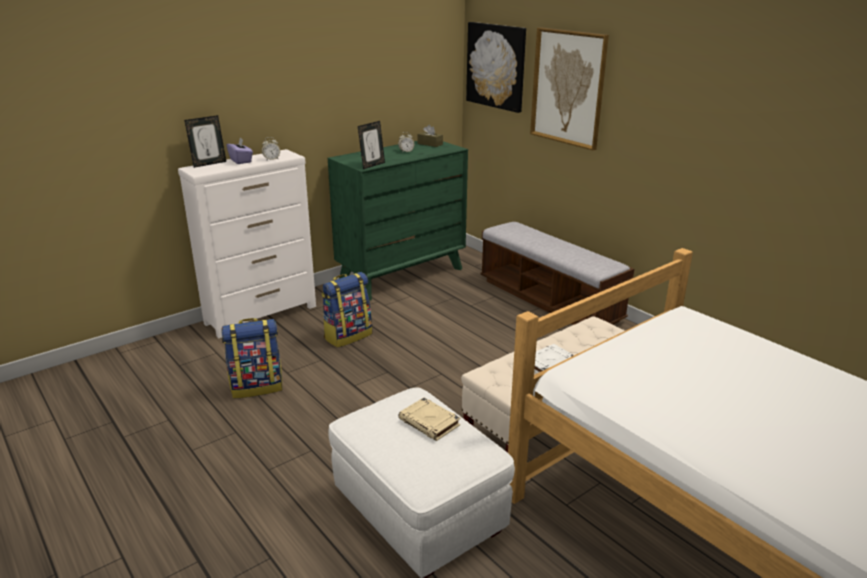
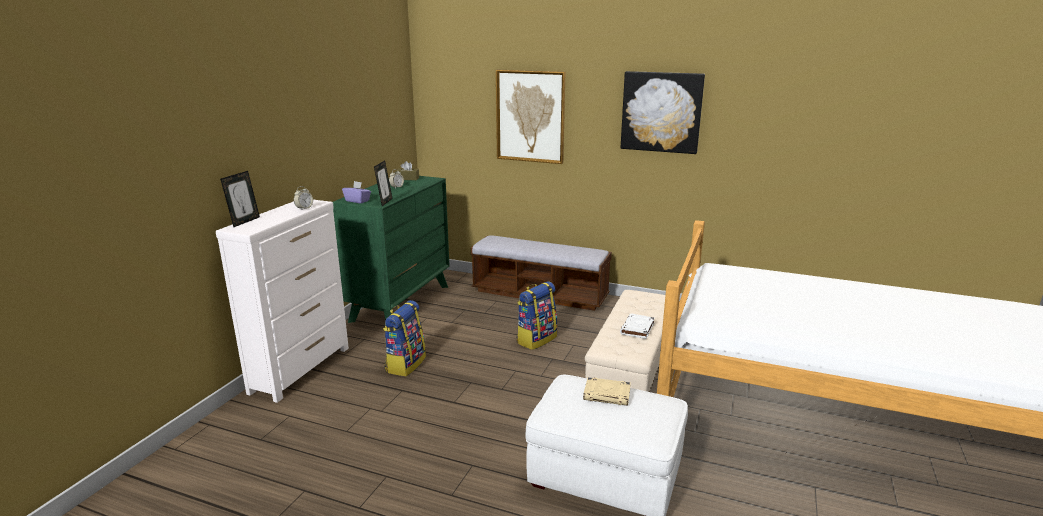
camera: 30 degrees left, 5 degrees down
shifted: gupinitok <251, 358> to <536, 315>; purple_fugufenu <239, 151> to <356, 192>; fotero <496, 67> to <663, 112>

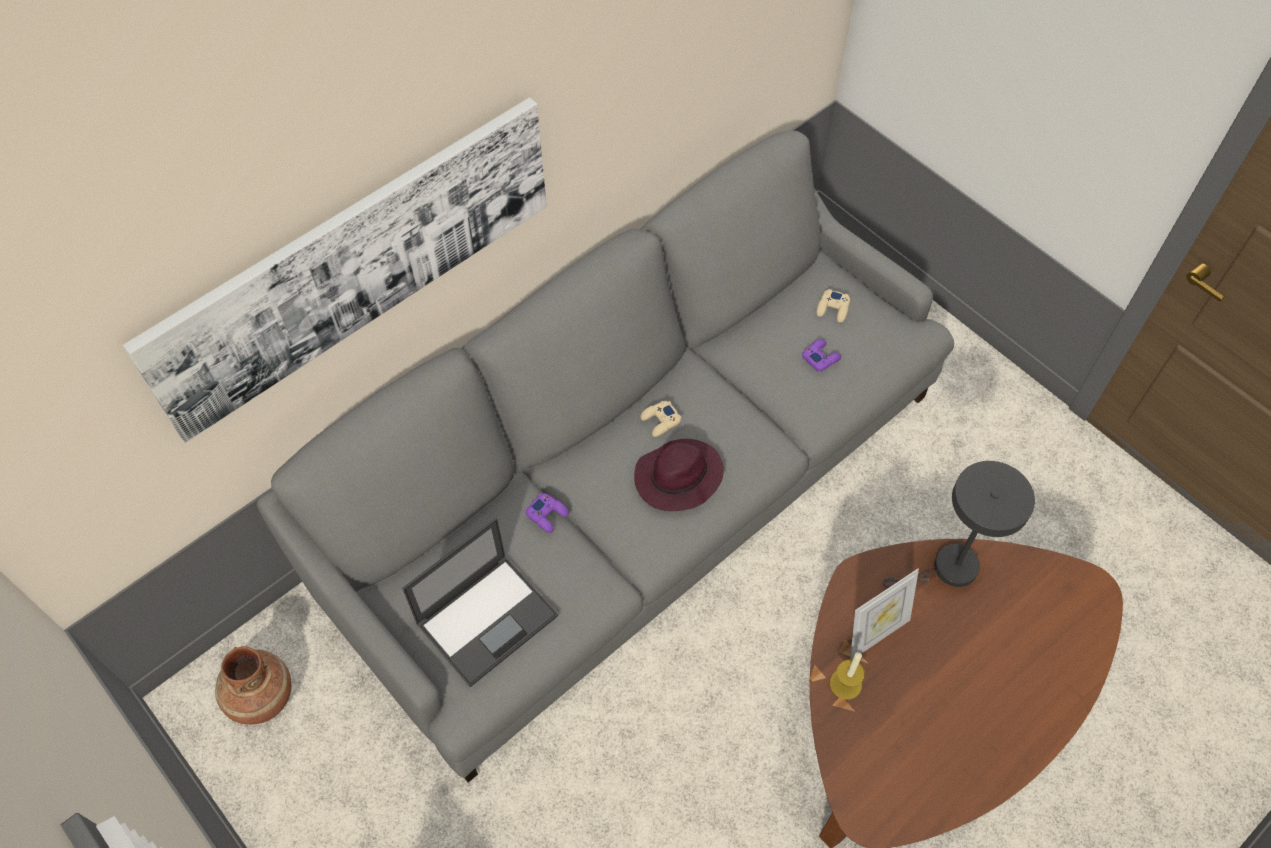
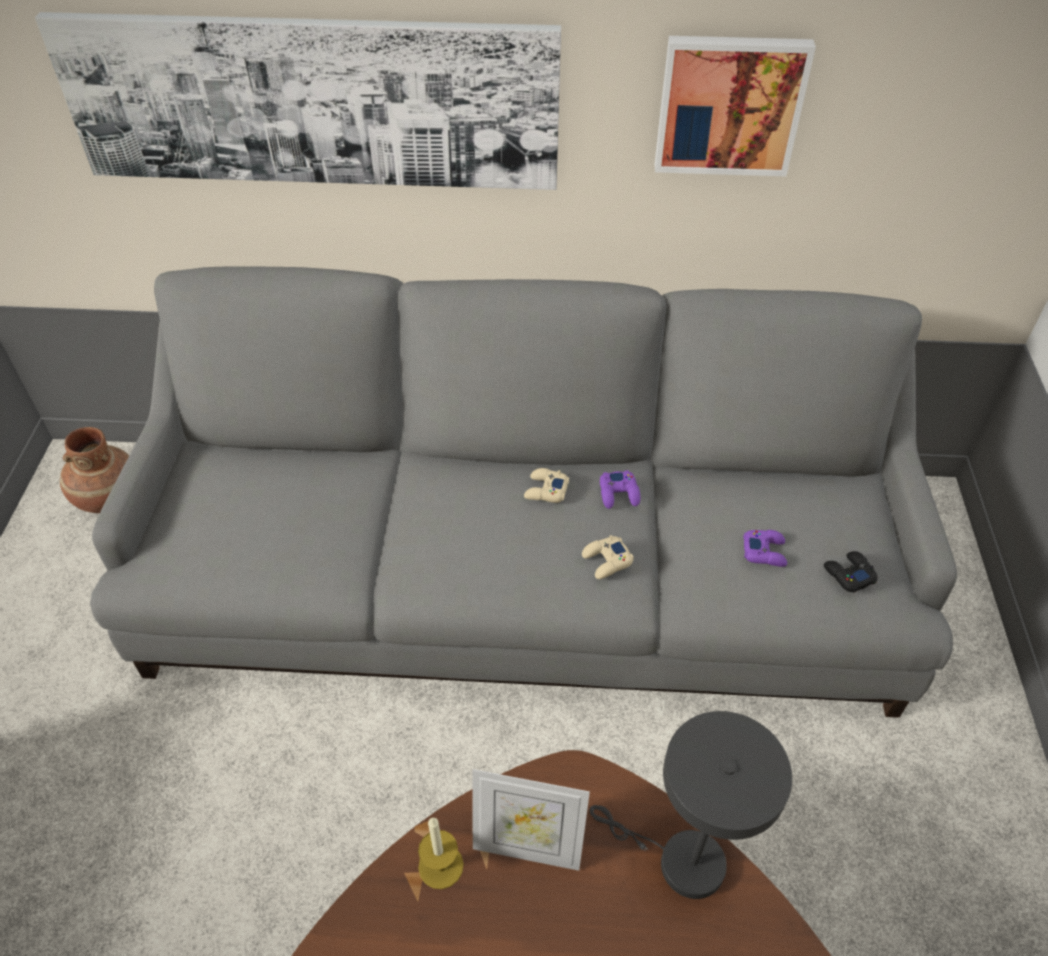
camera: 45 degrees right, 10 degrees down
gone: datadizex <480, 602>; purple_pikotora <679, 475>
new: fotero <735, 106>; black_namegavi <851, 572>
shifted: purple_namegavi <547, 513> to <620, 489>; beige_namegavi <833, 306> to <608, 557>

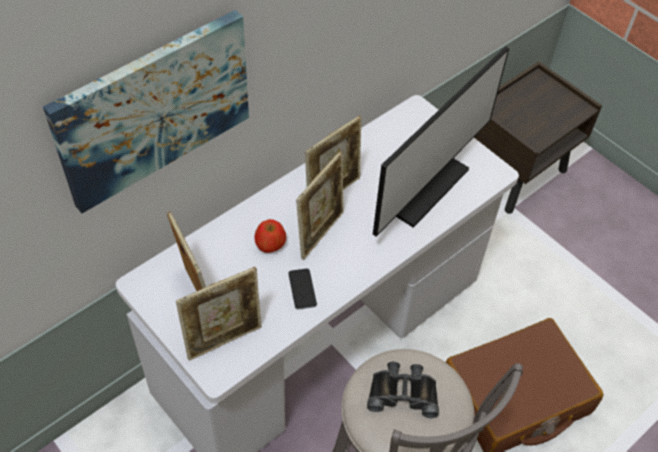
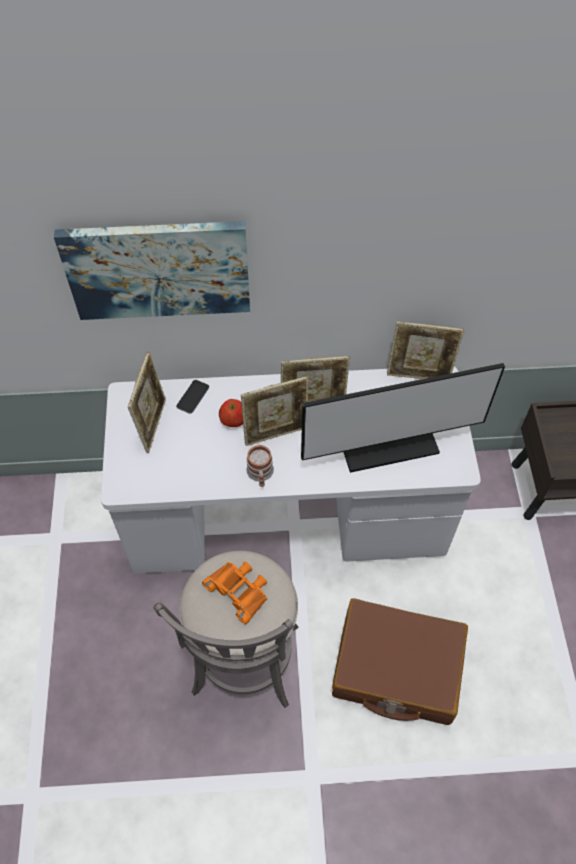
camera: 40 degrees right, 5 degrees up
new: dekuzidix <260, 466>
shifted: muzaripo <219, 314> to <425, 350>; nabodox <302, 289> to <192, 397>
repainted: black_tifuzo <403, 390> to orange_tifuzo <234, 593>

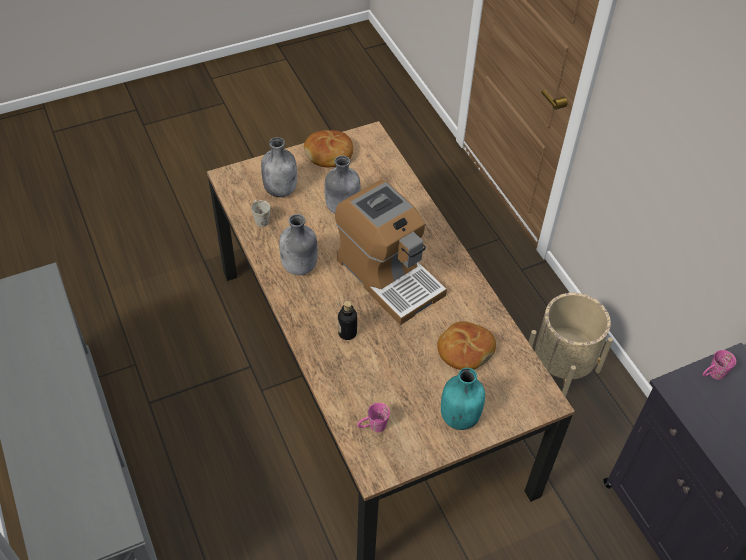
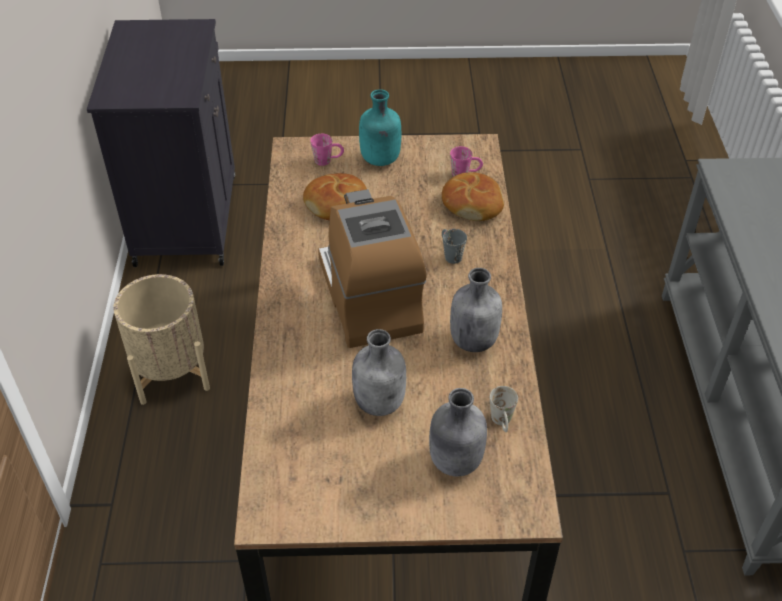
camera: 155 degrees left, 5 degrees down
shifted: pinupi <328, 148> to <473, 196>; pink_dekuzidix <719, 365> to <327, 150>
swapped: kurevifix <347, 320> to grey_dekuzidix <454, 246>

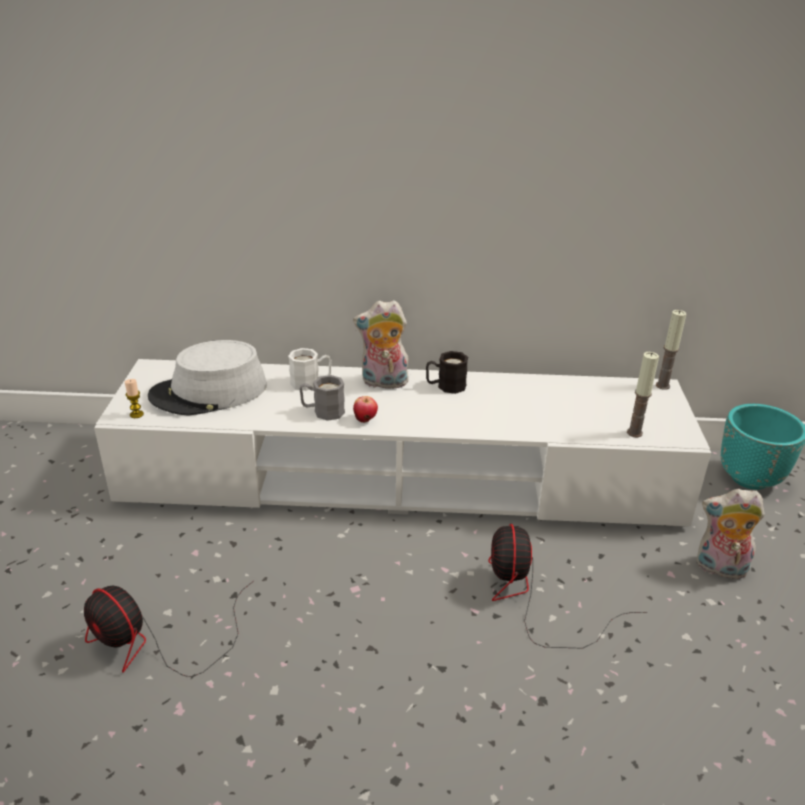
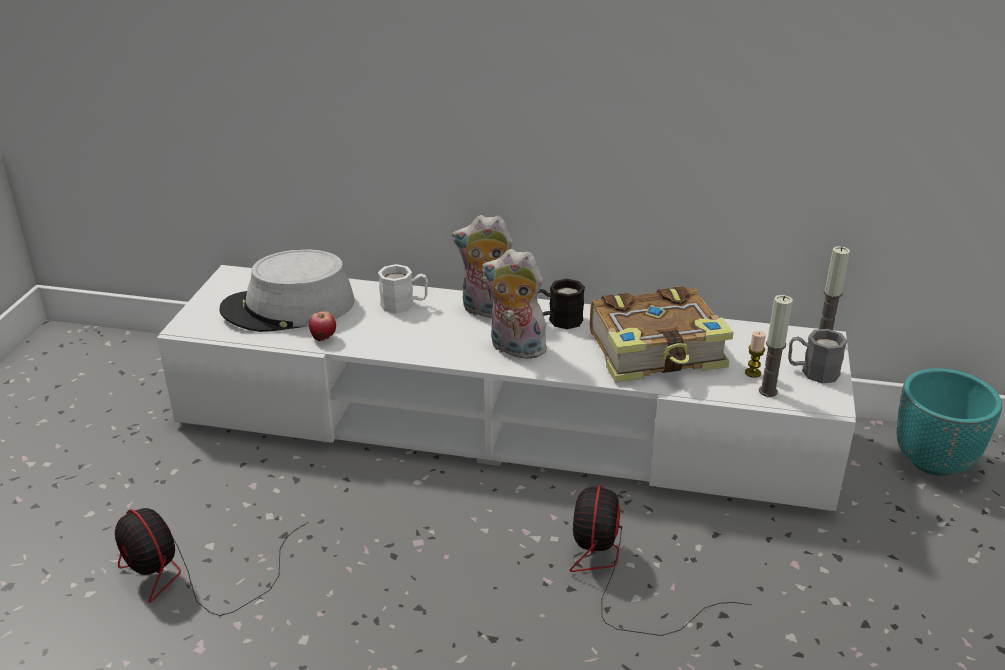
camera: 10 degrees right, 0 degrees up
new: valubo <662, 334>
shifted: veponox <134, 398> to <755, 354>; grey_dekuzidix <322, 398> to <817, 356>; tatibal <365, 409> to <322, 326>; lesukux <730, 534> to <517, 304>

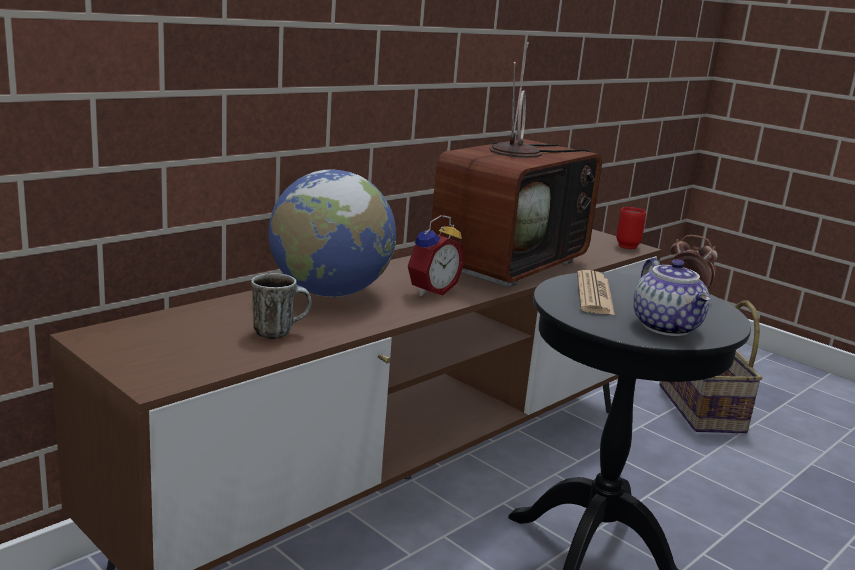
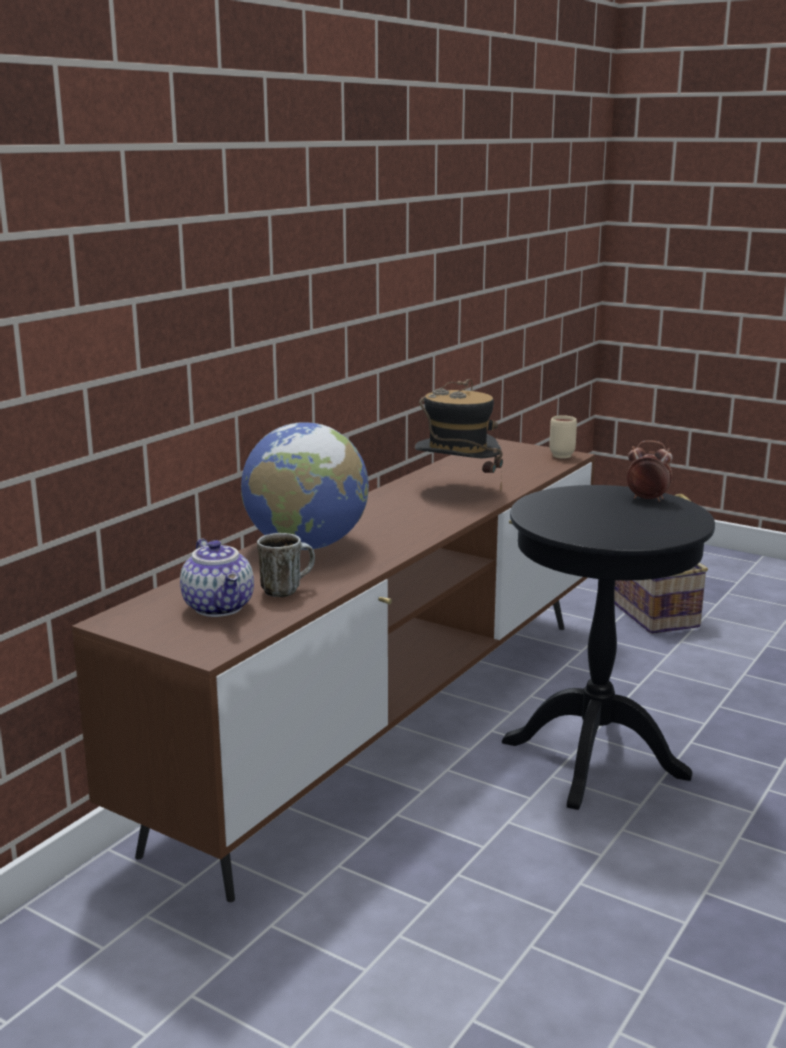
camera: 10 degrees left, 0 degrees up
gone: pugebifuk <436, 255>; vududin <596, 292>
shifted: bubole <672, 297> to <217, 578>
swapped: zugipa <516, 165> to pikotora <459, 435>
repainted: red_dekuzidix <631, 228> to beige_dekuzidix <563, 437>

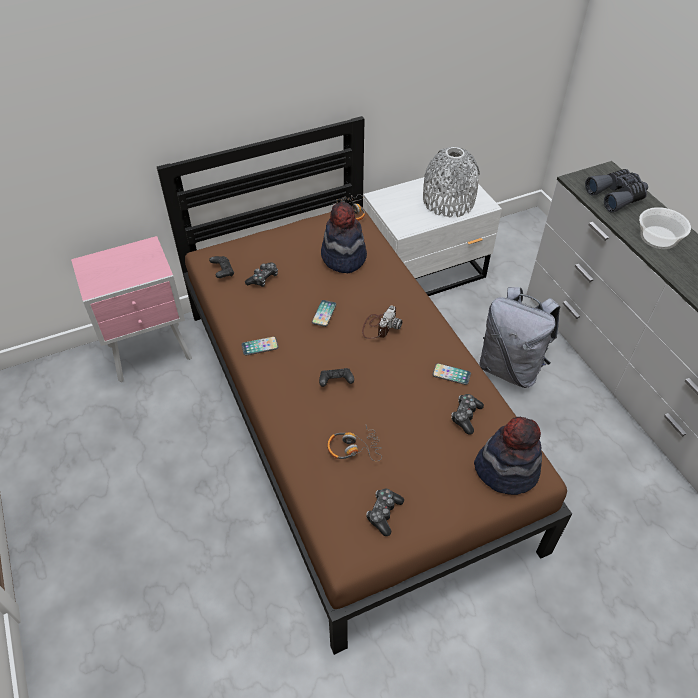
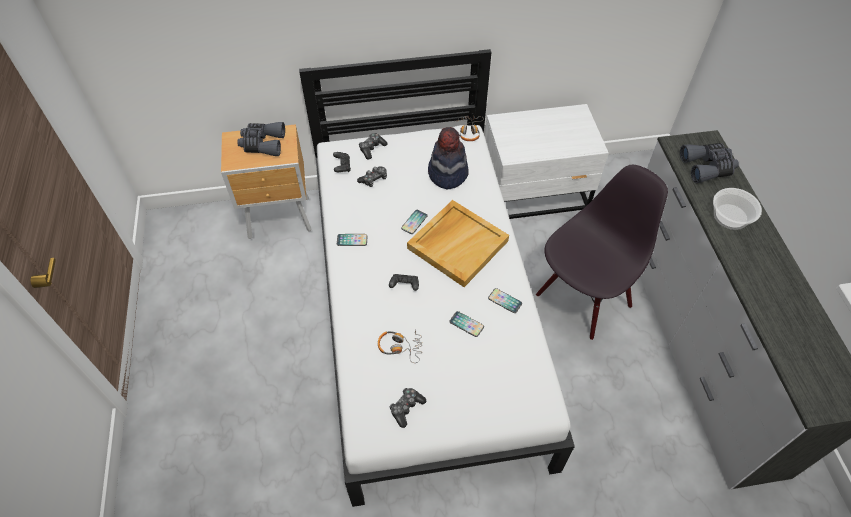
camera: 15 degrees right, 5 degrees up
gone: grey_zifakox <451, 182>; pikotora <508, 456>
new: grey_tifuzo <261, 139>; nabodox <467, 324>
shifted: namegavi <467, 414> to <373, 146>
swapped: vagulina <382, 322> to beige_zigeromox <458, 243>; grey_gupinitok <519, 337> to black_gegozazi <602, 252>
repainted: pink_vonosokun <131, 309> to brown_vonosokun <266, 181>; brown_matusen <364, 385> to white_matusen <437, 278>

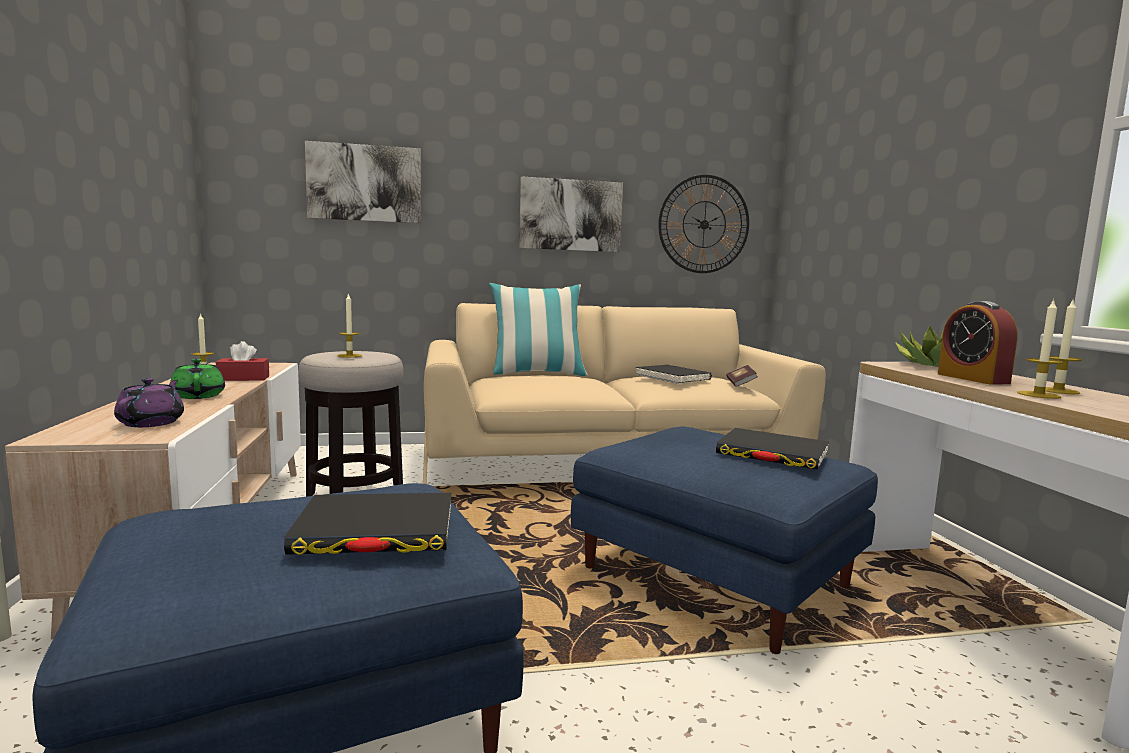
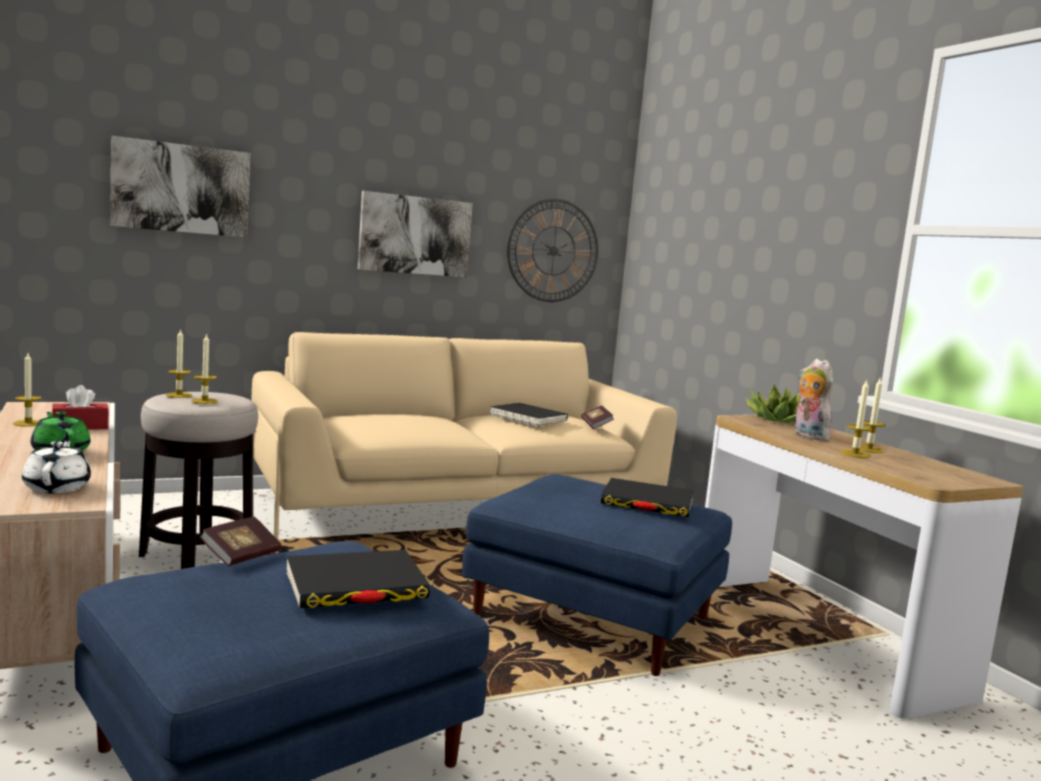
camera: 15 degrees left, 0 degrees up
gone: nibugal <538, 329>
new: veponox <179, 363>; valubo <240, 541>
swapped: pugebifuk <978, 343> to lesukux <814, 400>
repainted: purple_bubole <149, 402> to white_bubole <56, 466>

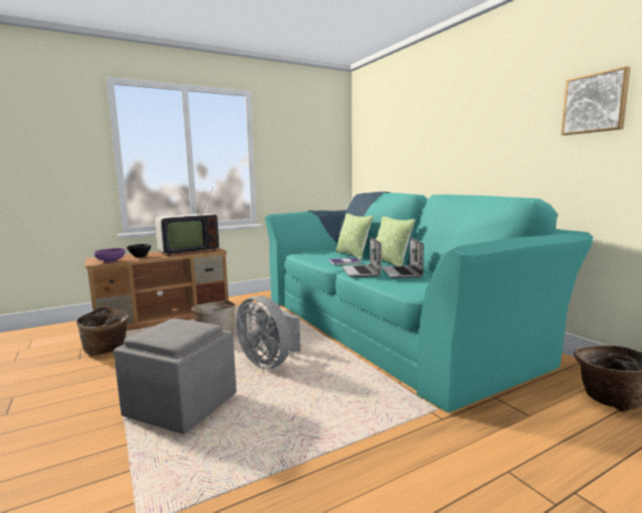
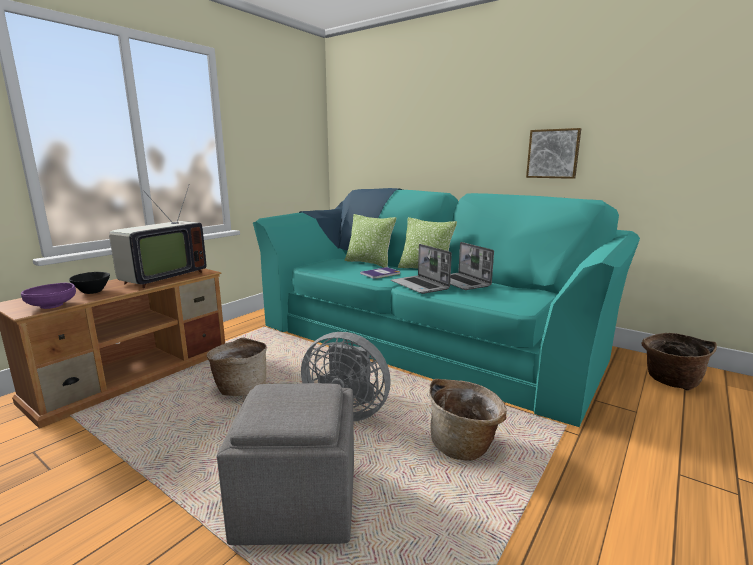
camera: 25 degrees left, 5 degrees up
shifted: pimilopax <102, 330> to <468, 420>; fotero <595, 100> to <553, 153>

